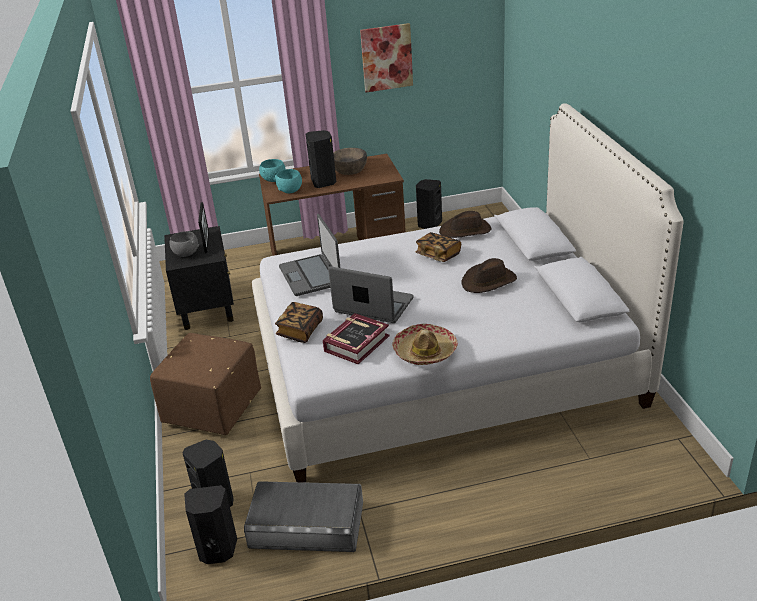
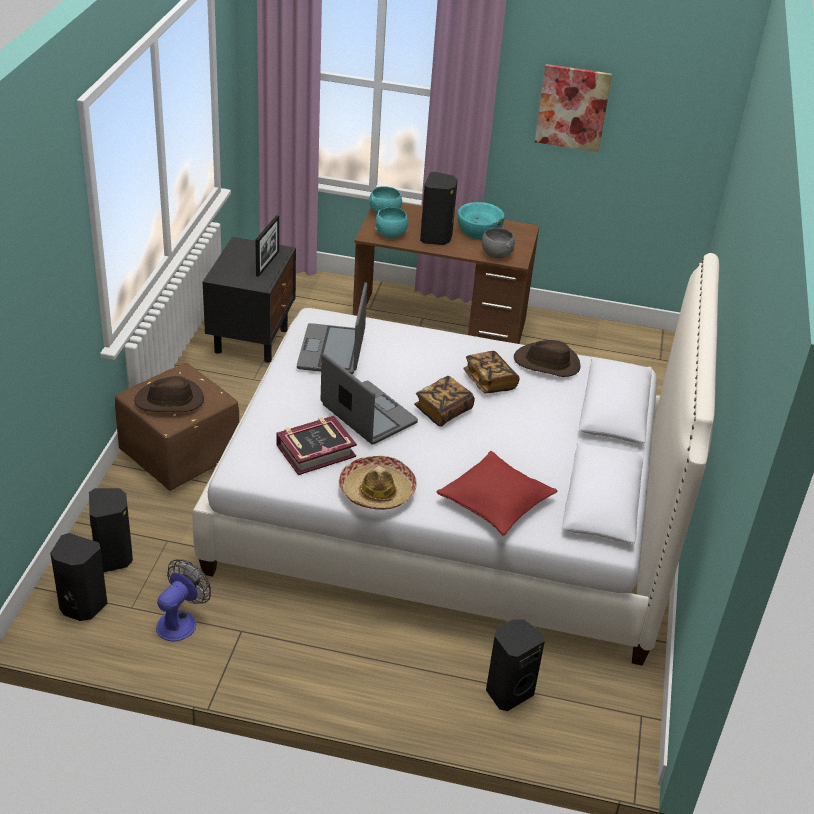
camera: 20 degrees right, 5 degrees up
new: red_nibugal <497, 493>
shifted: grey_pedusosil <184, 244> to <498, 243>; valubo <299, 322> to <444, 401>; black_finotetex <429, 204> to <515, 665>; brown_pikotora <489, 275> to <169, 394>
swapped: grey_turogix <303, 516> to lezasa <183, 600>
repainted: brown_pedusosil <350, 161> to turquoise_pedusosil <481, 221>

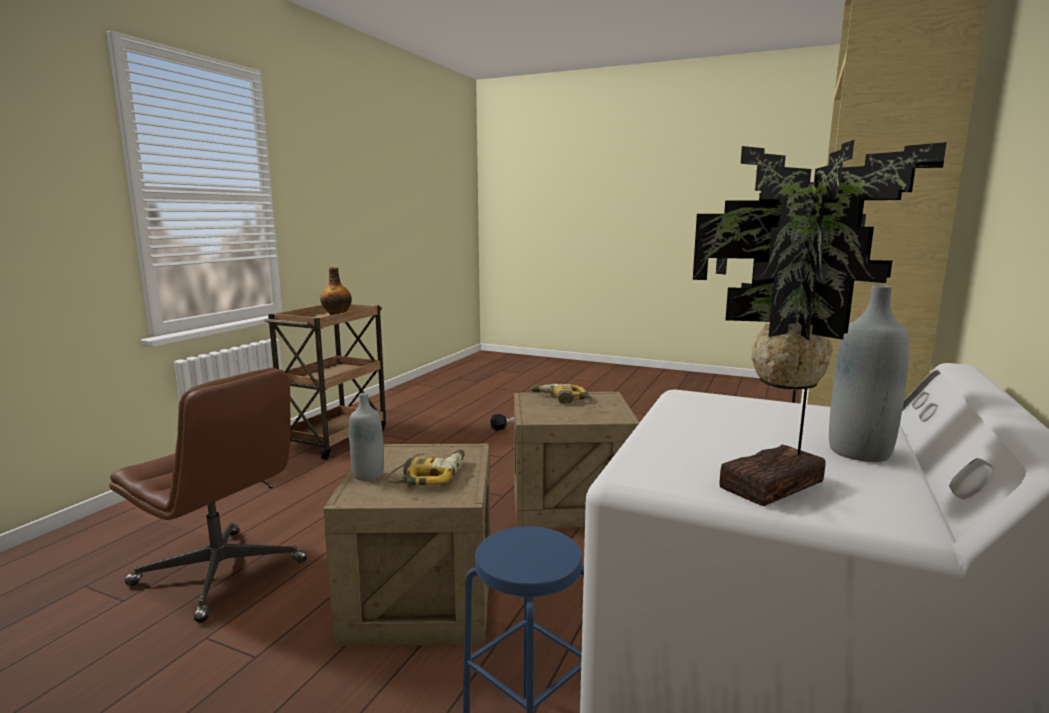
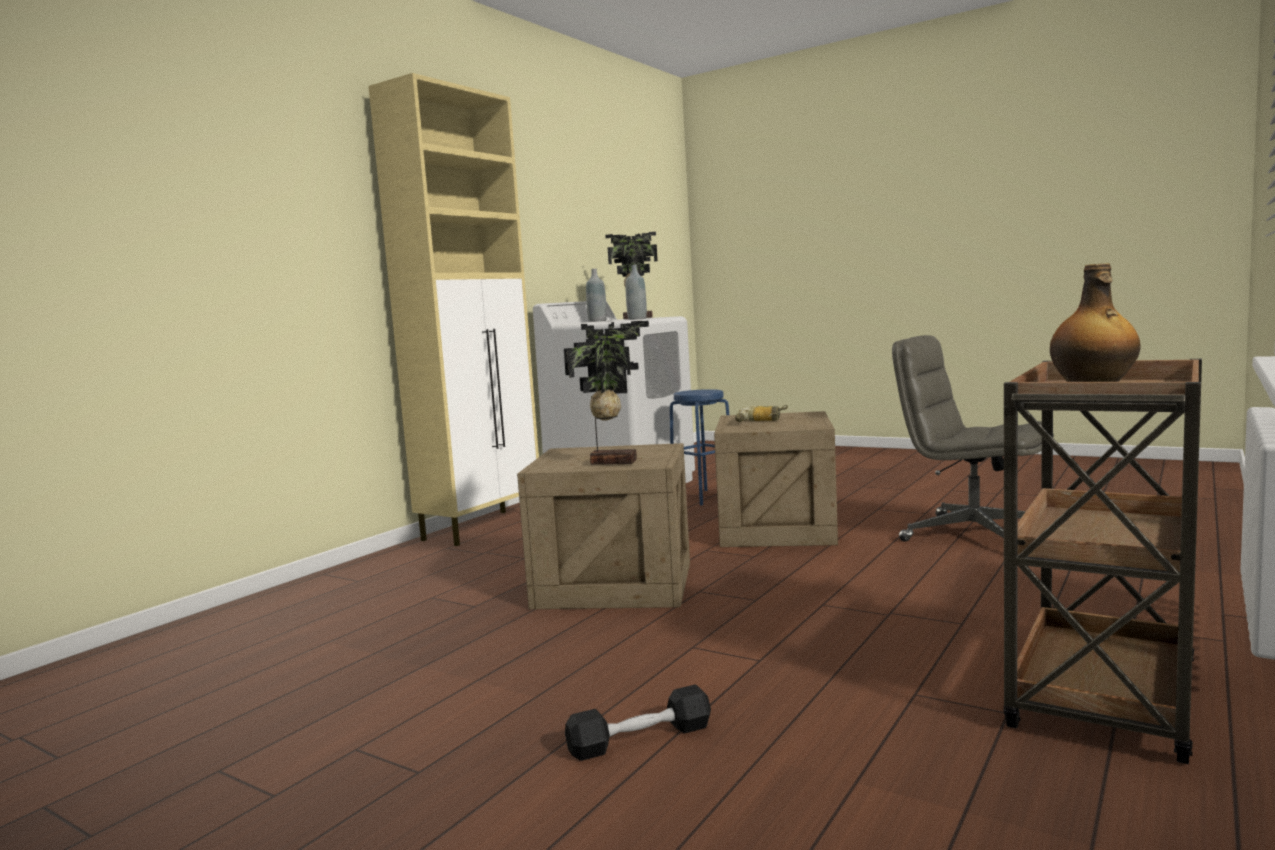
camera: 170 degrees left, 5 degrees down
shifted: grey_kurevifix <366, 437> to <636, 292>
swapped: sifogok <561, 394> to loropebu <606, 393>
repainted: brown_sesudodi <208, 495> to grey_sesudodi <973, 438>

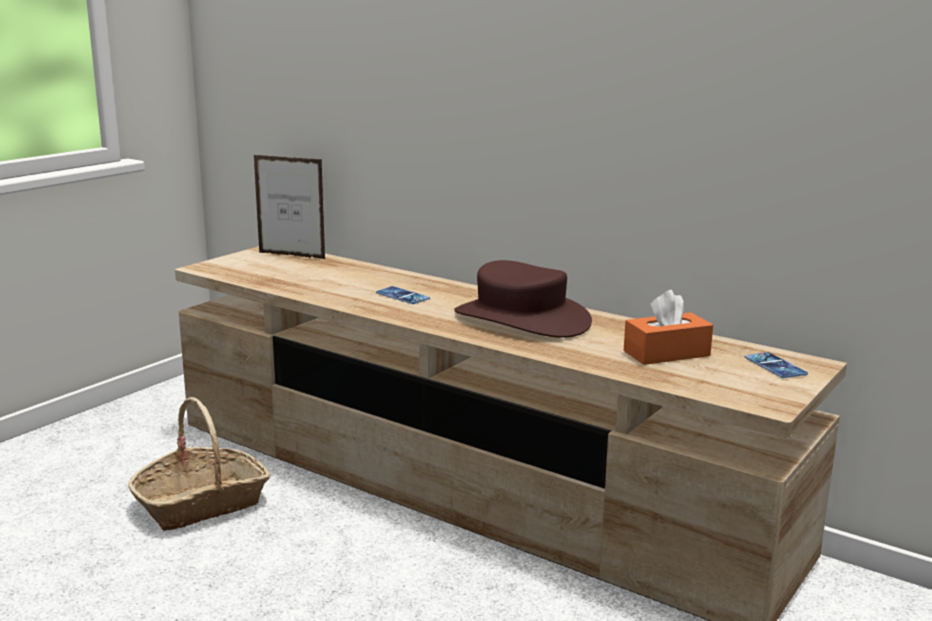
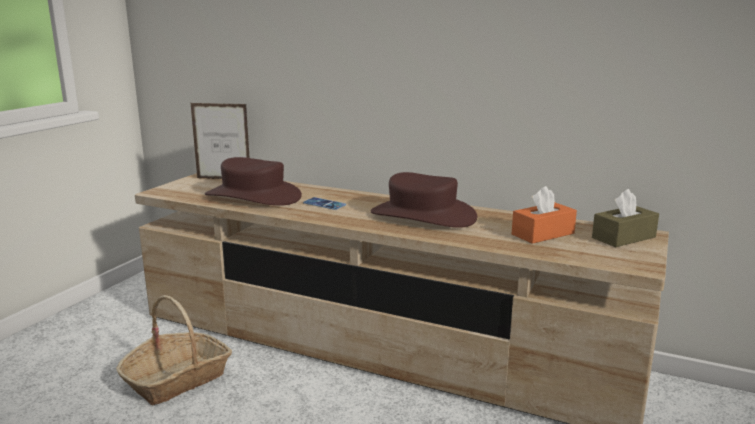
camera: 10 degrees left, 0 degrees up
new: brown_pikotora <253, 181>
swapped: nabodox <776, 365> to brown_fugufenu <625, 218>

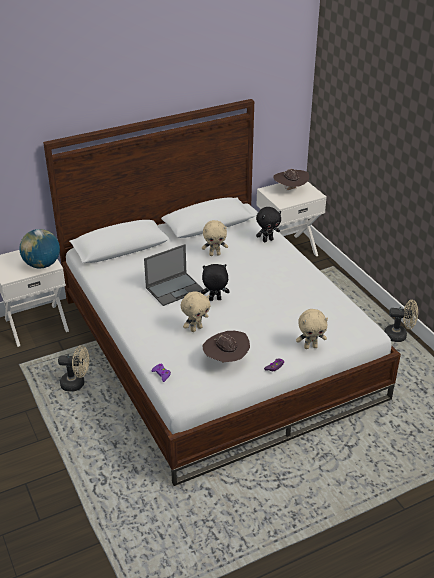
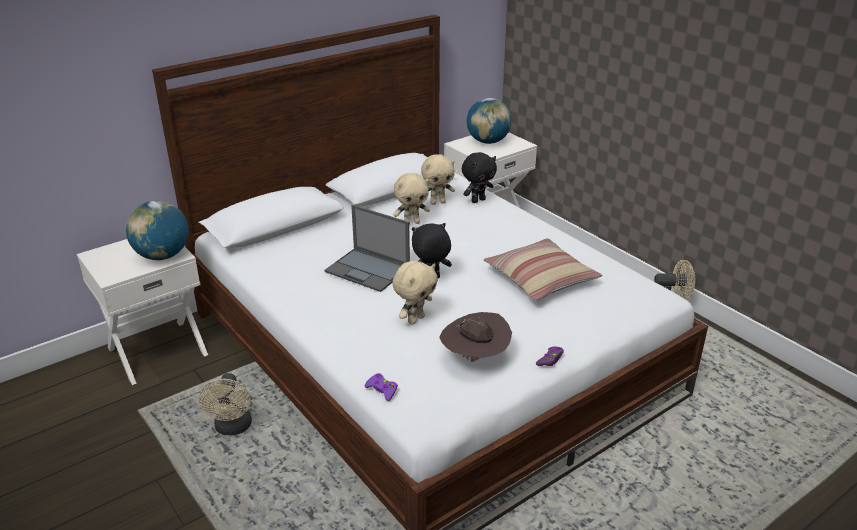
camera: 10 degrees left, 5 degrees down
new: nibugal <543, 269>
shifted: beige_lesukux <312, 329> to <438, 179>
swapped: brown_pikotora <291, 179> to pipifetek <489, 121>
rotated: beige_lezasa <73, 368> = <225, 404> 90 degrees clockwise; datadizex <173, 275> = <367, 248> 75 degrees clockwise

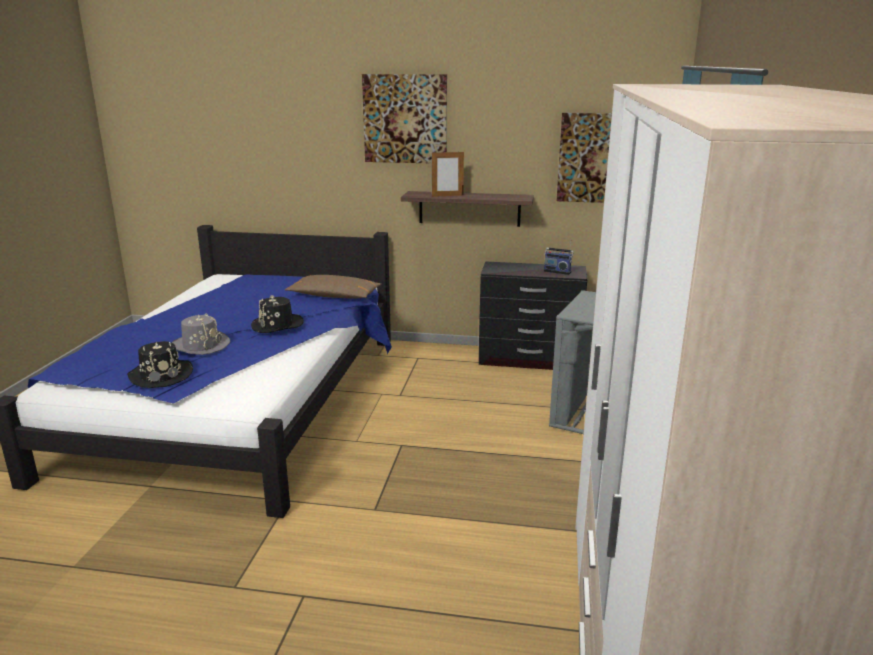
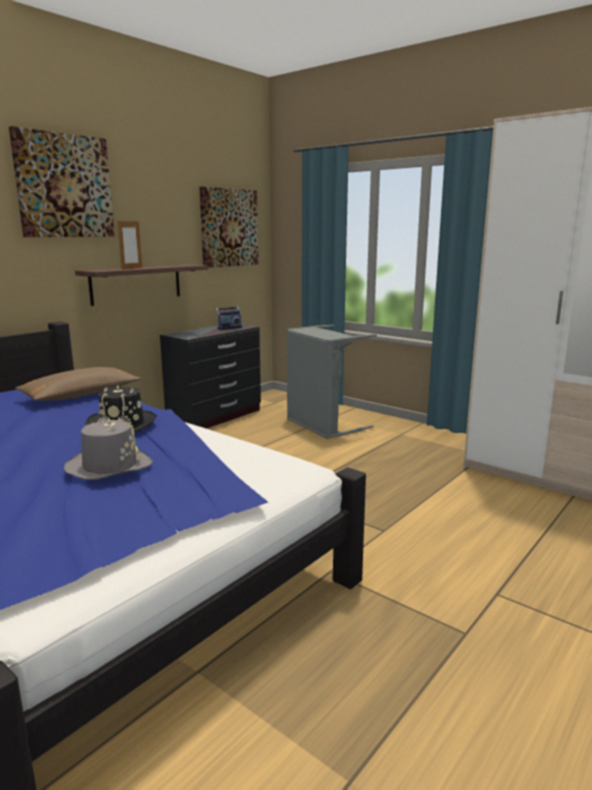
camera: 60 degrees left, 5 degrees down
gone: black_pikotora <160, 364>

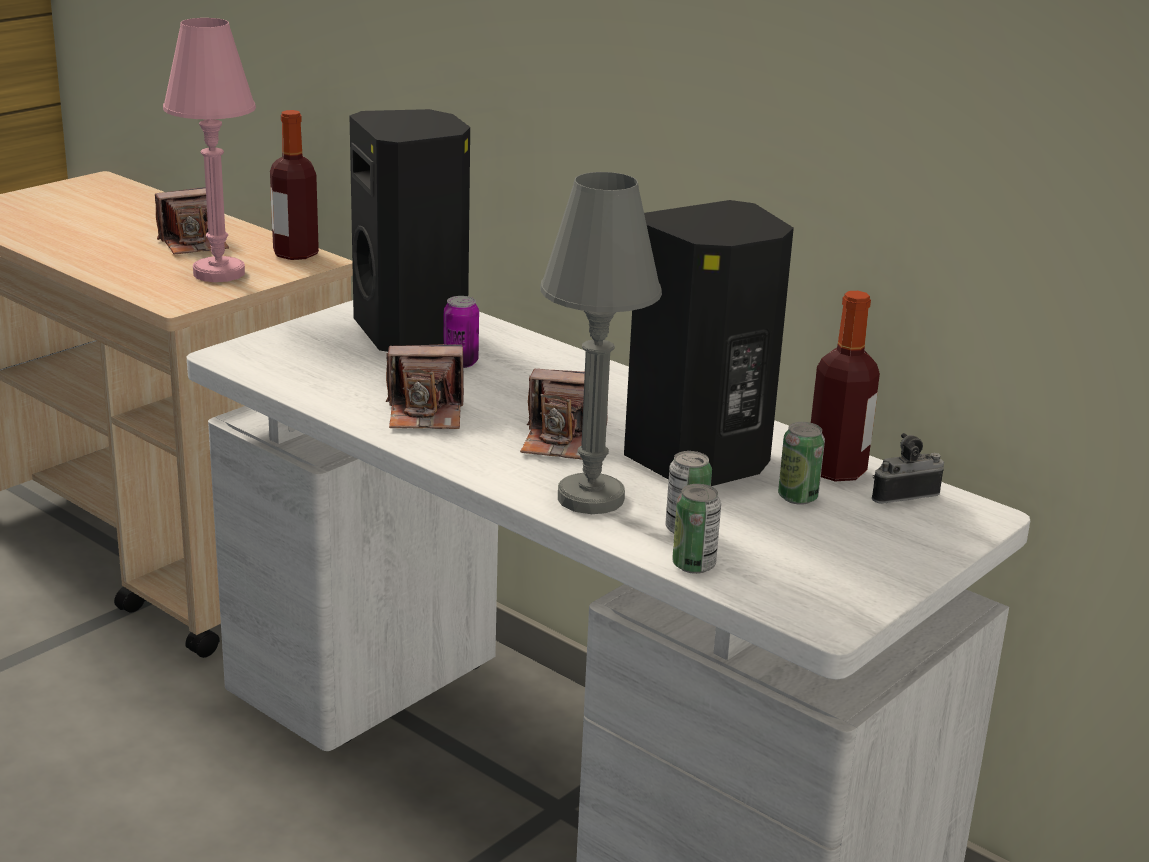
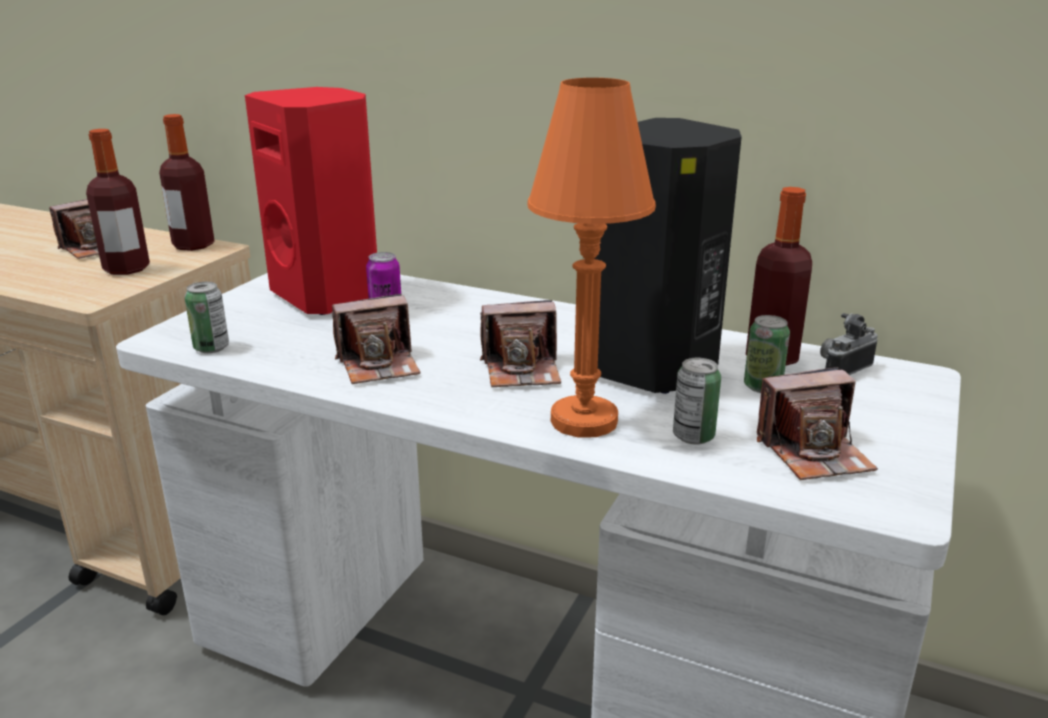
camera: 15 degrees left, 0 degrees up
new: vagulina <817, 423>
shifted: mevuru <696, 529> to <206, 317>
swapped: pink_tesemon <209, 150> to kurevifix <118, 202>
repainted: black_finotetex <410, 230> to red_finotetex <311, 201>; grey_tesemon <601, 343> to orange_tesemon <591, 258>

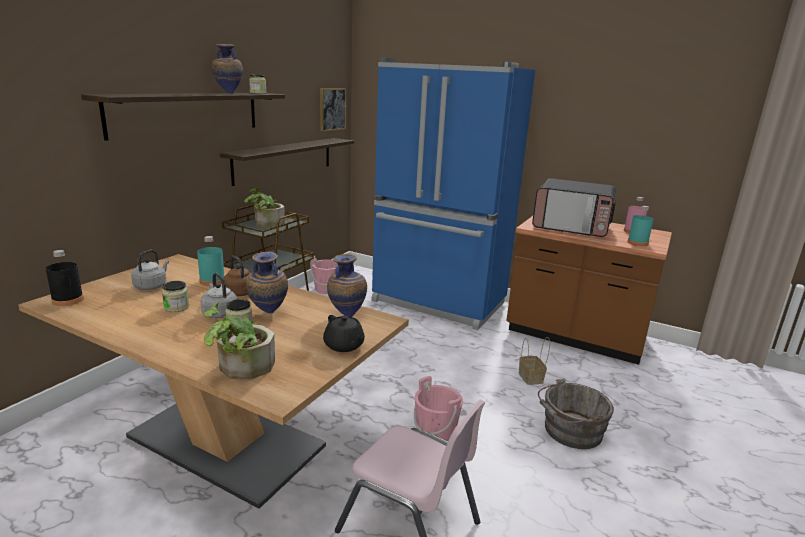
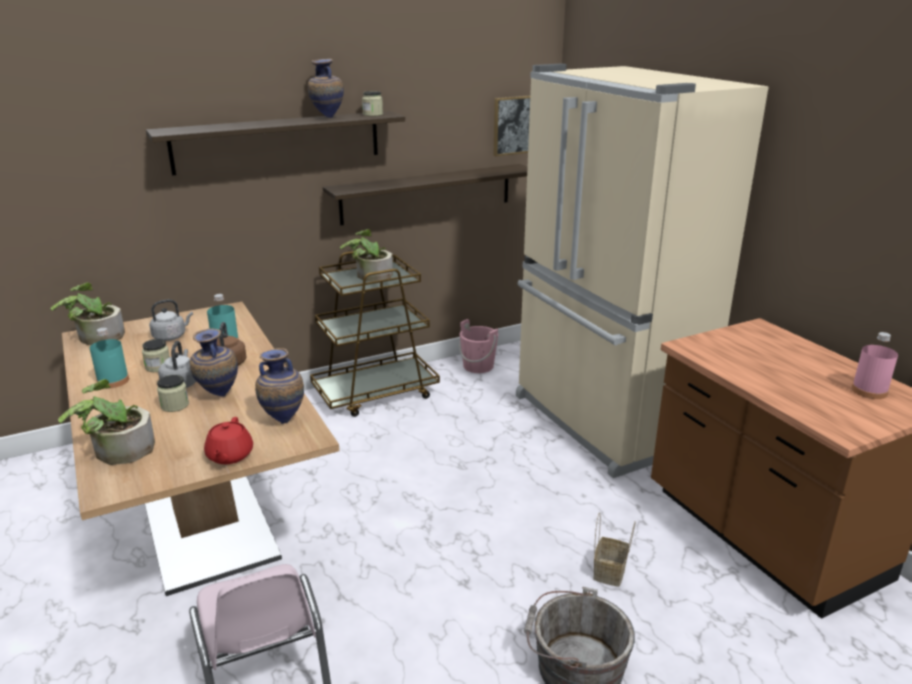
camera: 35 degrees right, 5 degrees up
gone: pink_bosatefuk <438, 408>; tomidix <574, 207>
shifted: turquoise_kurevifix <640, 226> to <109, 358>
swapped: black_kurevifix <64, 278> to loropebu <88, 313>
repainted: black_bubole <344, 333> to red_bubole <228, 440>; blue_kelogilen <453, 193> to beige_kelogilen <642, 271>

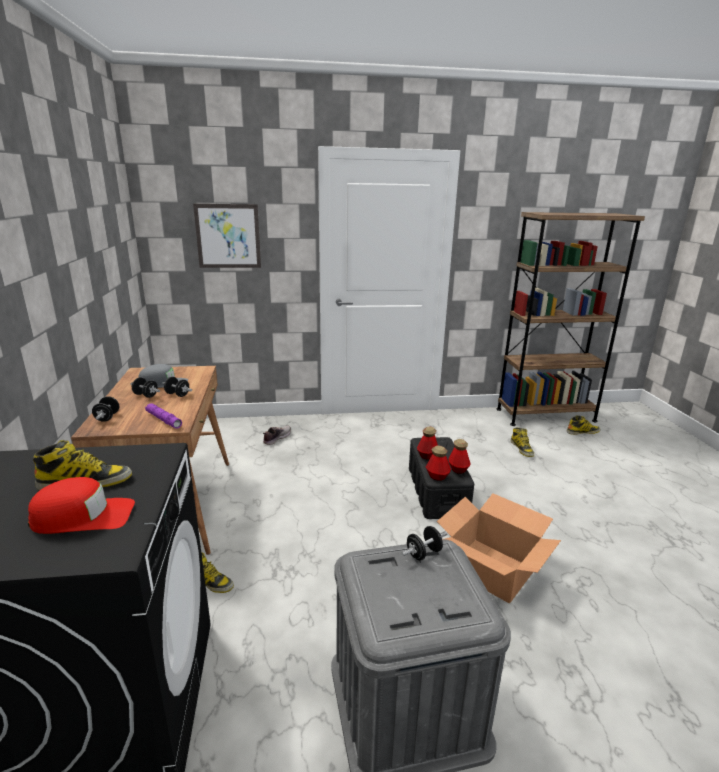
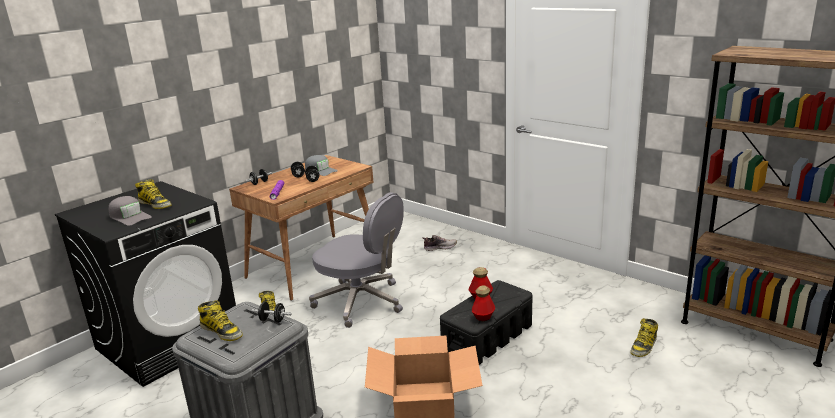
camera: 50 degrees right, 0 degrees up
gone: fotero <227, 236>; kurevifix <438, 463>
new: grey_sesudodi <356, 260>
shifted: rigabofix <583, 425> to <220, 320>
repainted: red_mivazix <81, 505> to grey_mivazix <130, 211>

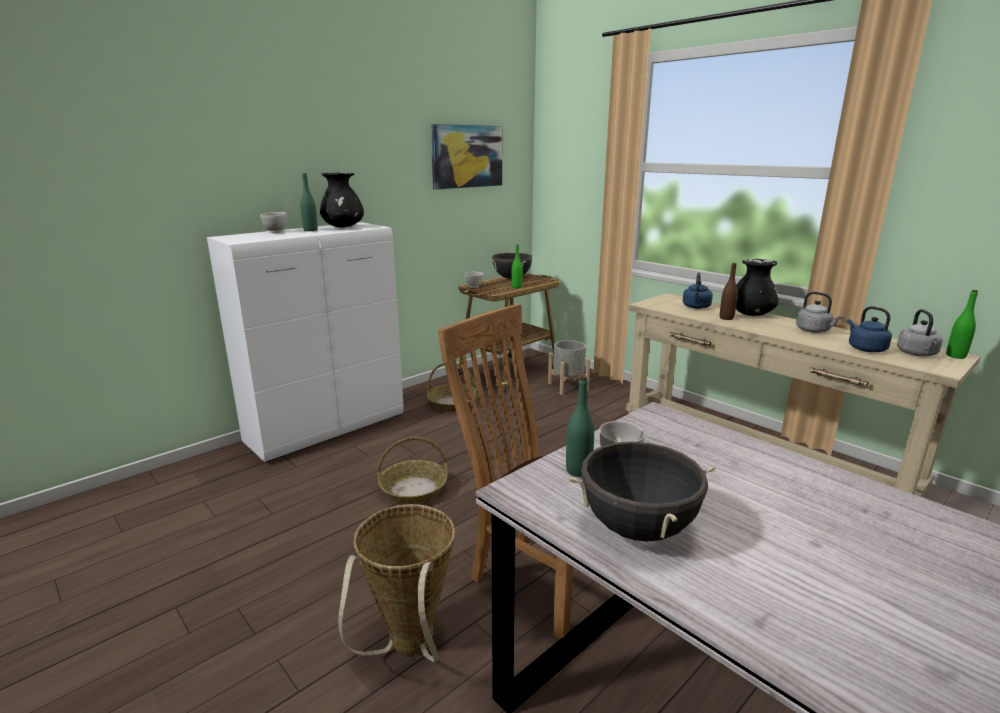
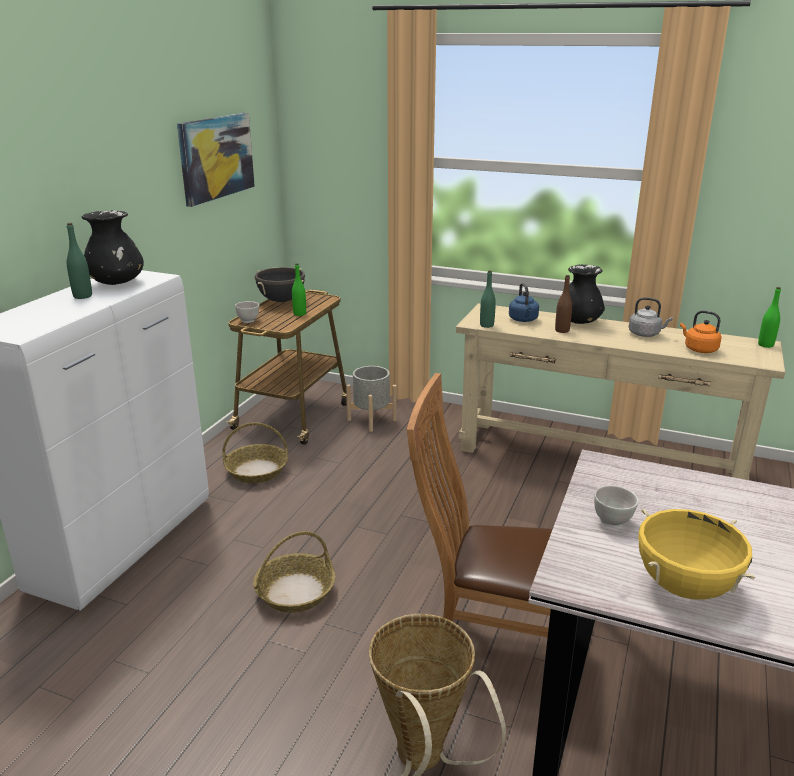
camera: 25 degrees left, 5 degrees up
gone: white_pedusosil <273, 222>; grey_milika <920, 332>
shifted: green_kurevifix <580, 426> to <488, 299>
repainted: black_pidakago <642, 489> to yellow_pidakago <697, 554>; blue_milika <869, 329> to orange_milika <701, 331>

